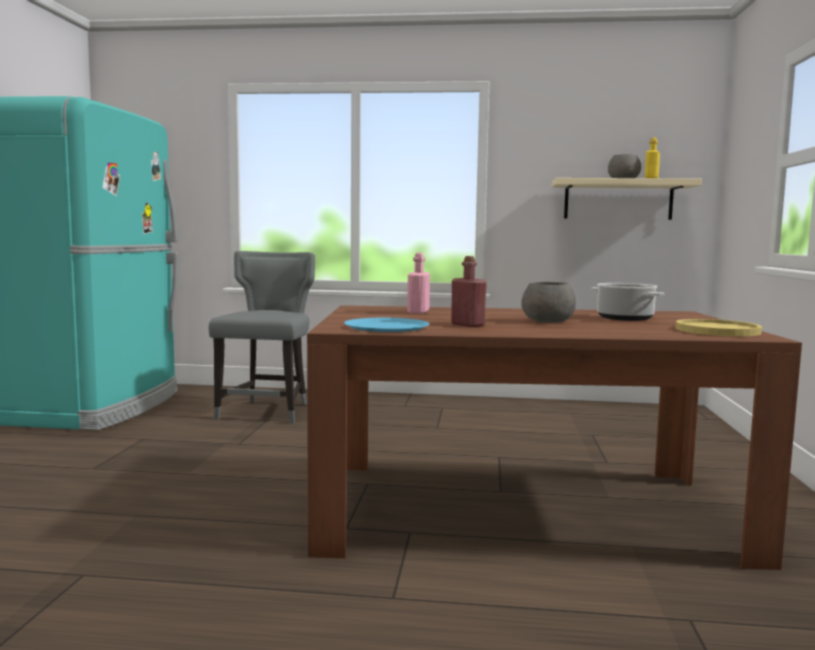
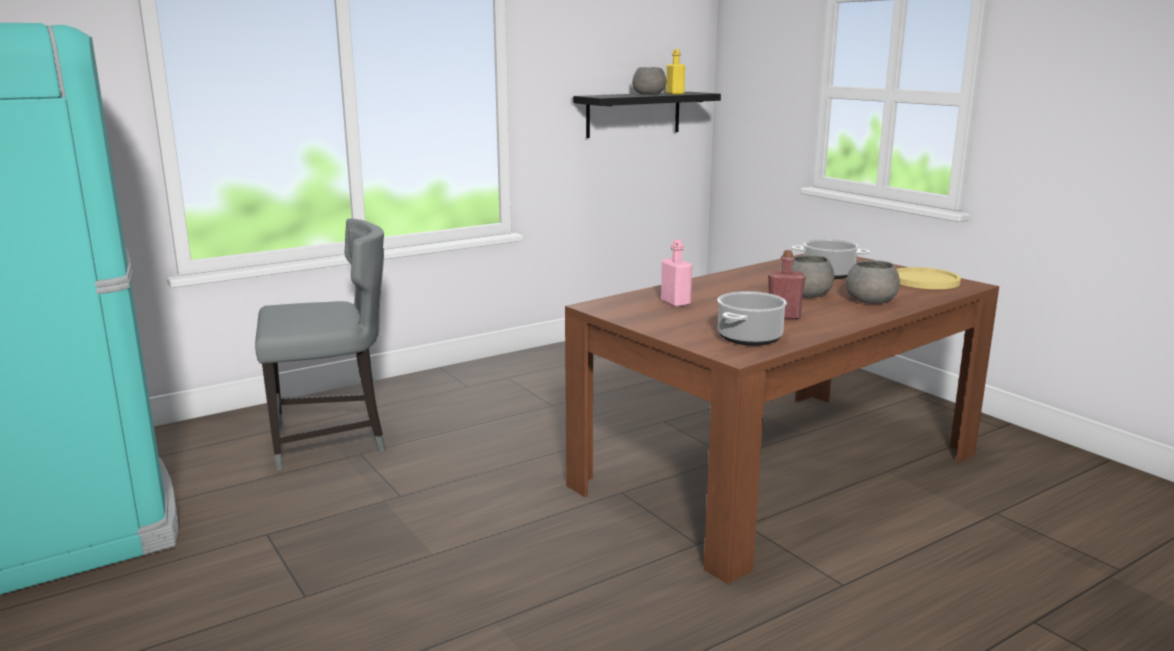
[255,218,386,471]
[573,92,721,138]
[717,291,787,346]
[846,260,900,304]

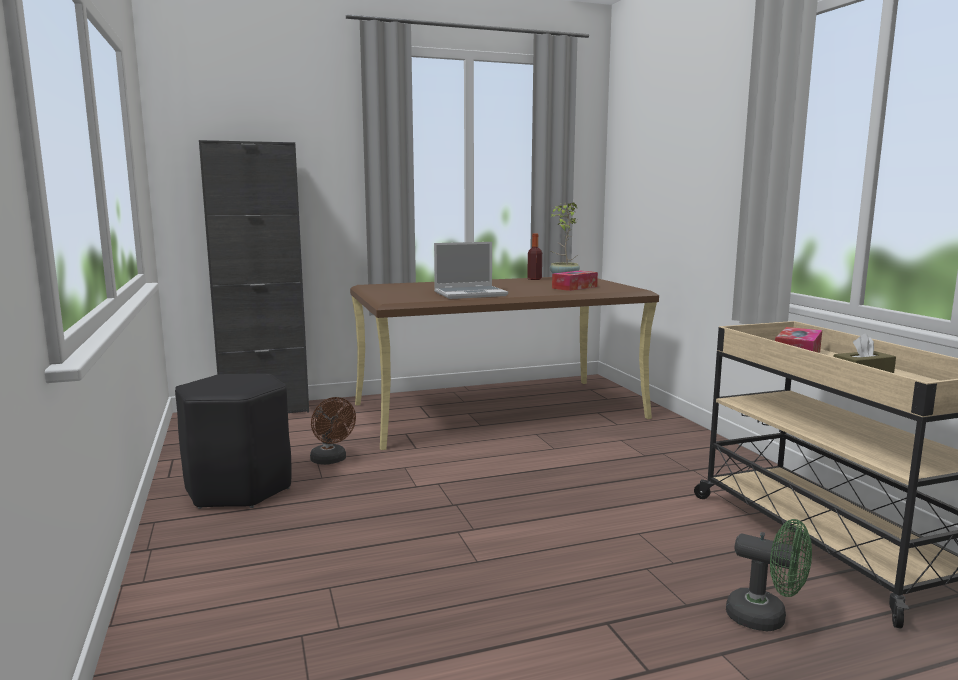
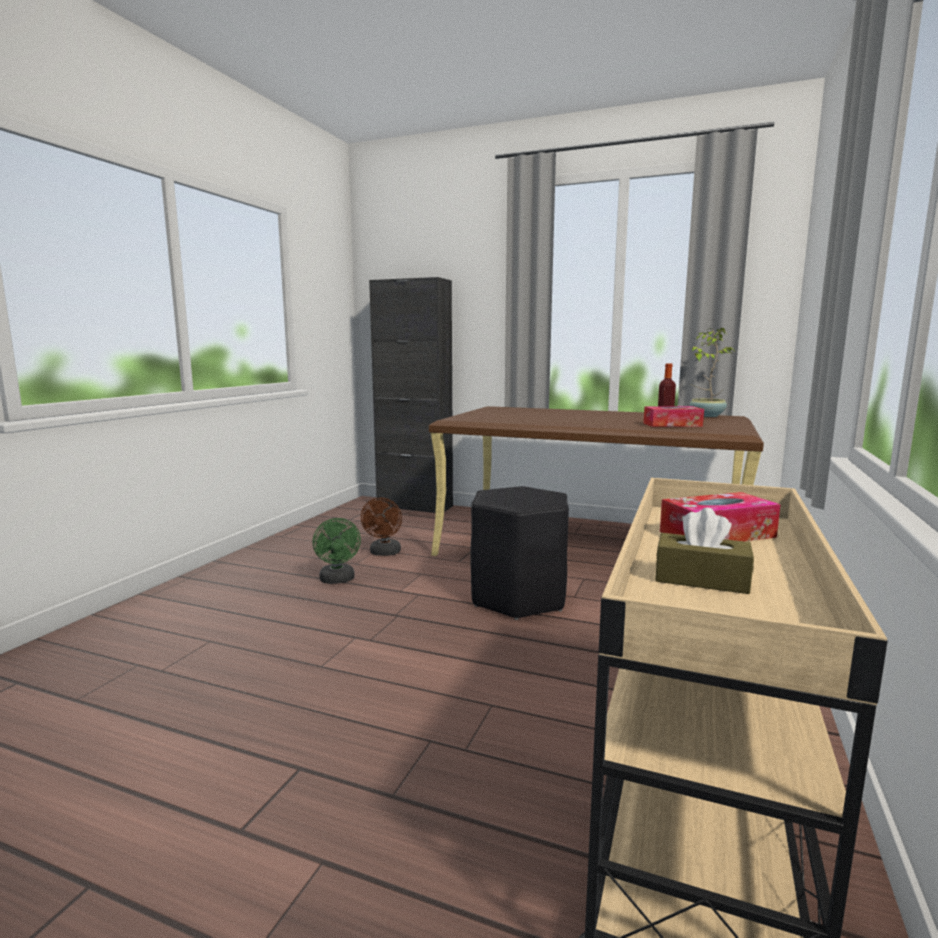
[313,518,361,584]
[470,486,569,620]
[434,242,508,299] (first image)

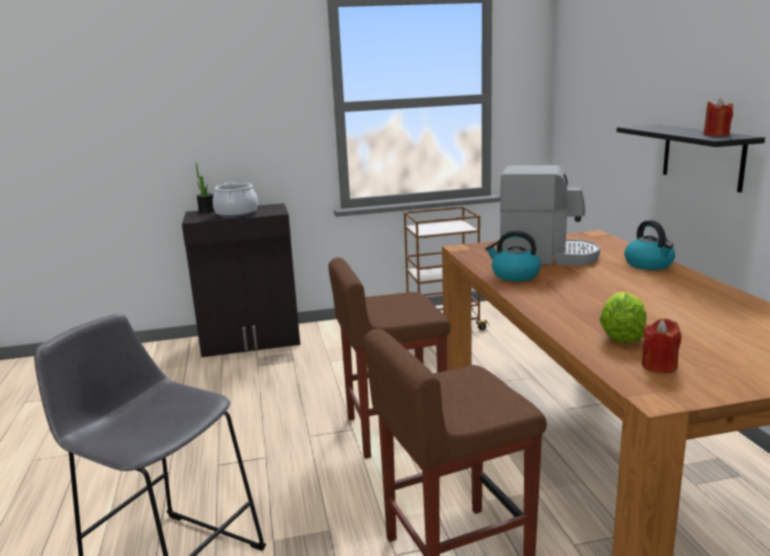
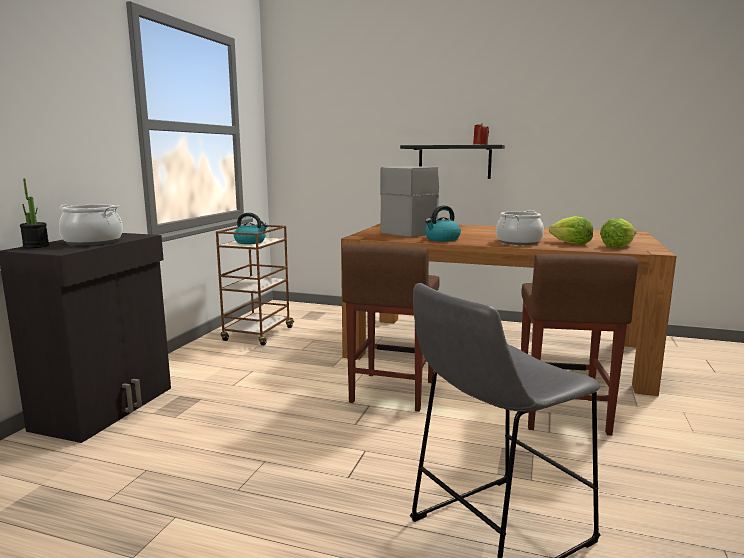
[234,213,268,244]
[496,210,544,245]
[600,218,636,248]

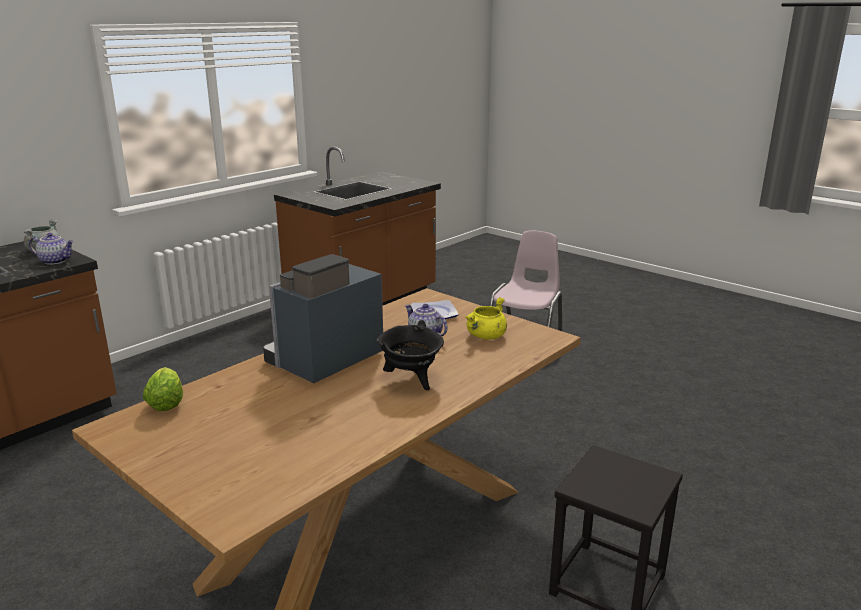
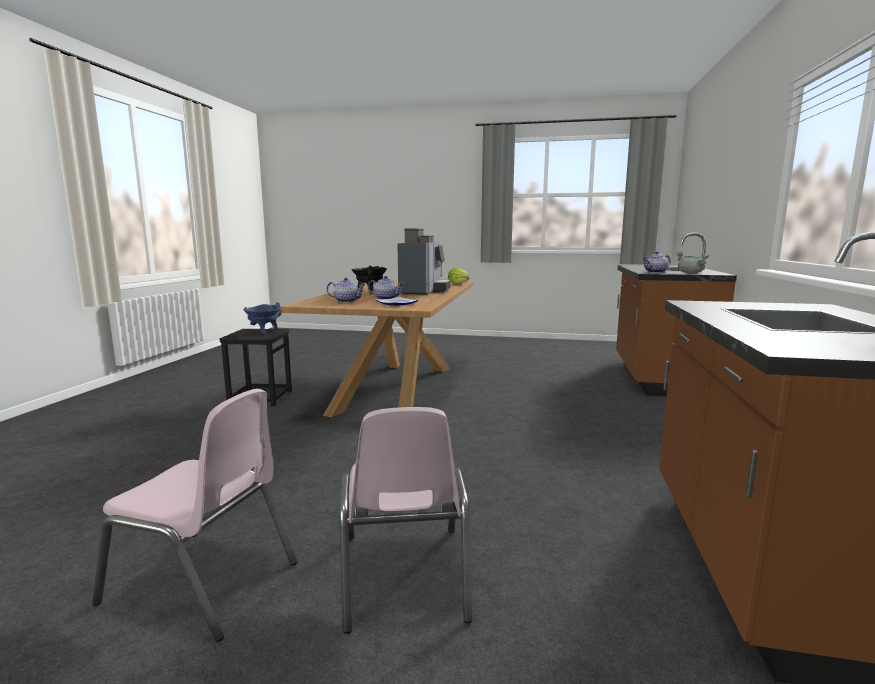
[92,389,298,642]
[243,302,282,334]
[327,278,366,303]

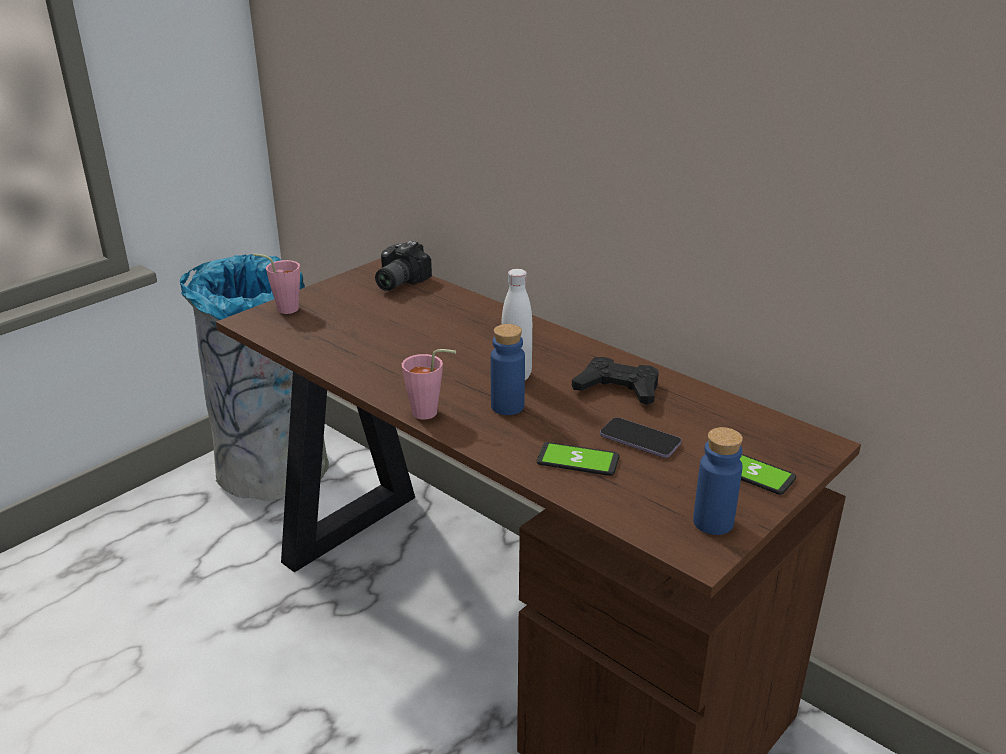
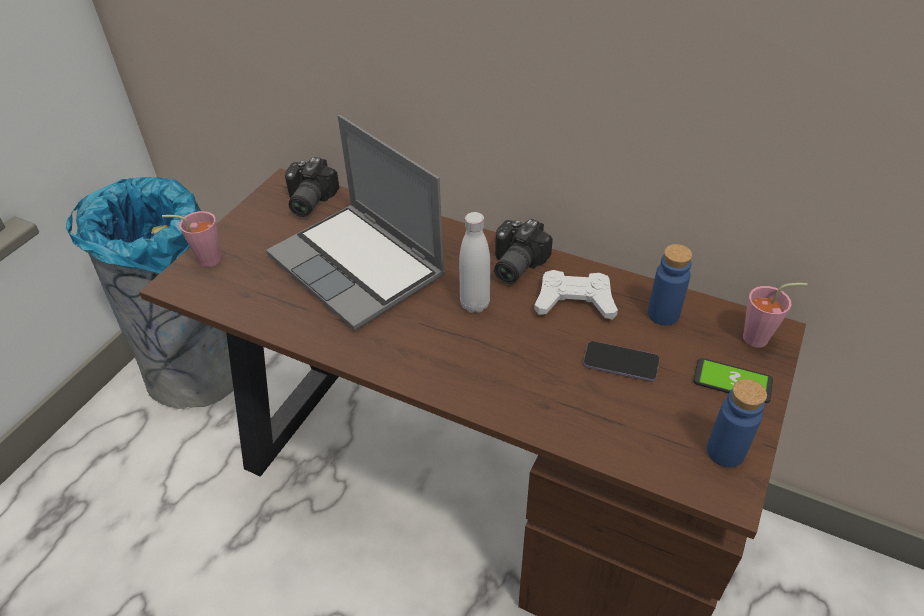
[266,115,445,331]
[494,219,553,284]
[534,270,618,320]
[648,244,693,325]
[743,283,808,348]
[537,442,619,476] (first image)

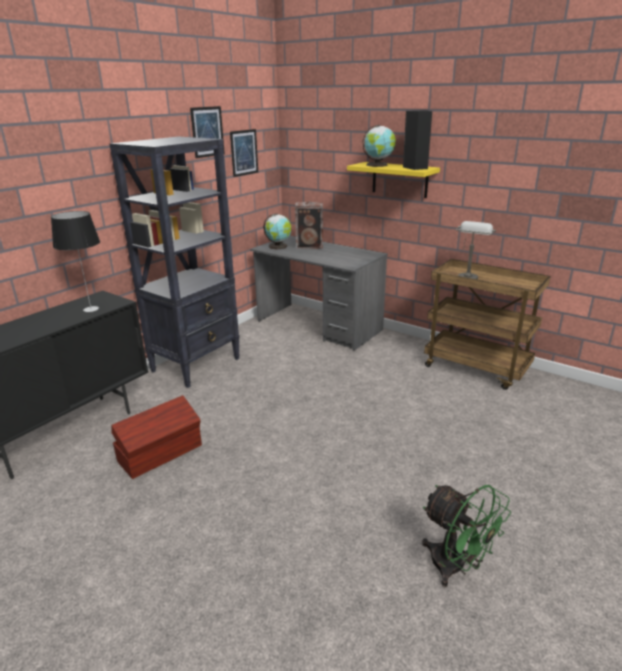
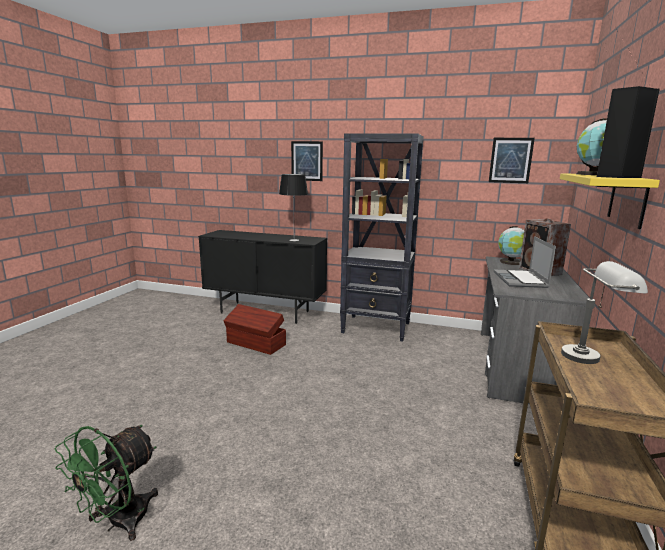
[291,141,323,181]
[494,236,556,288]

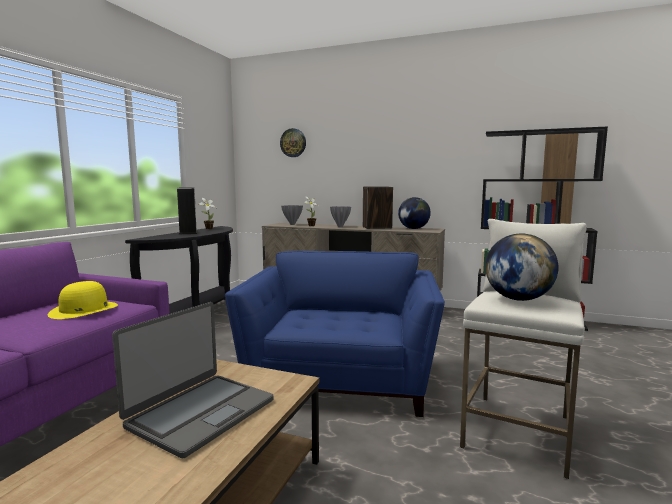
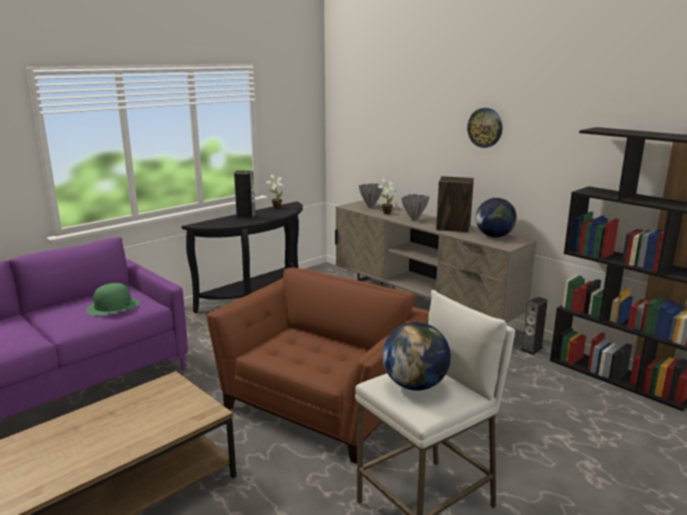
[86,283,140,316]
[207,268,429,464]
[467,108,502,148]
[521,297,548,355]
[112,302,274,458] (first image)

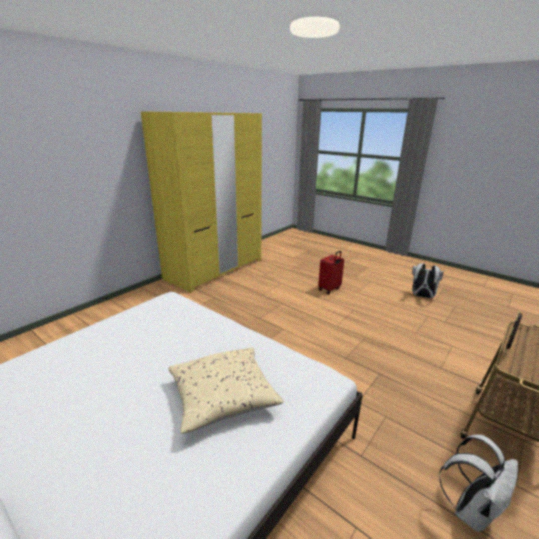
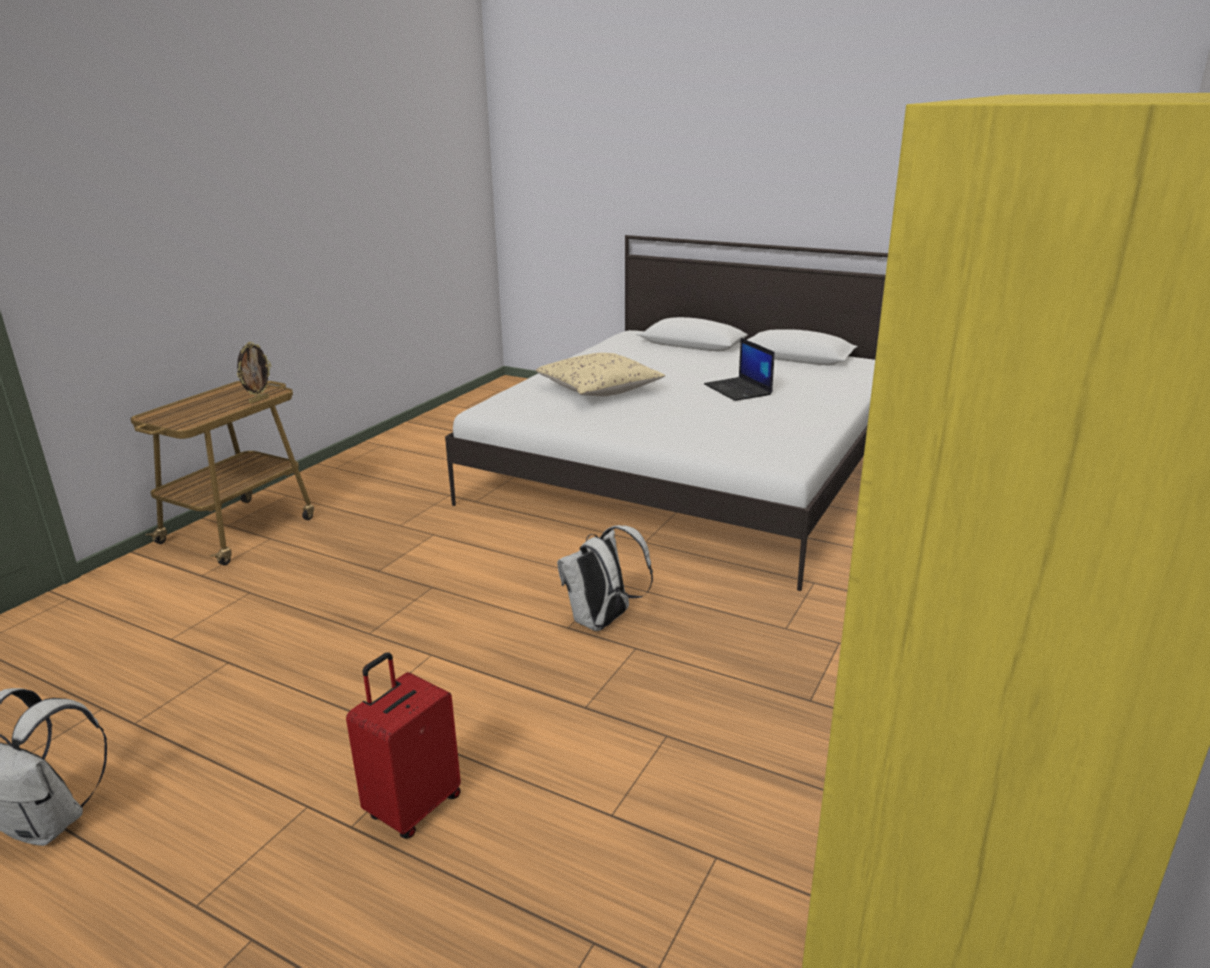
[557,525,653,631]
[704,338,775,401]

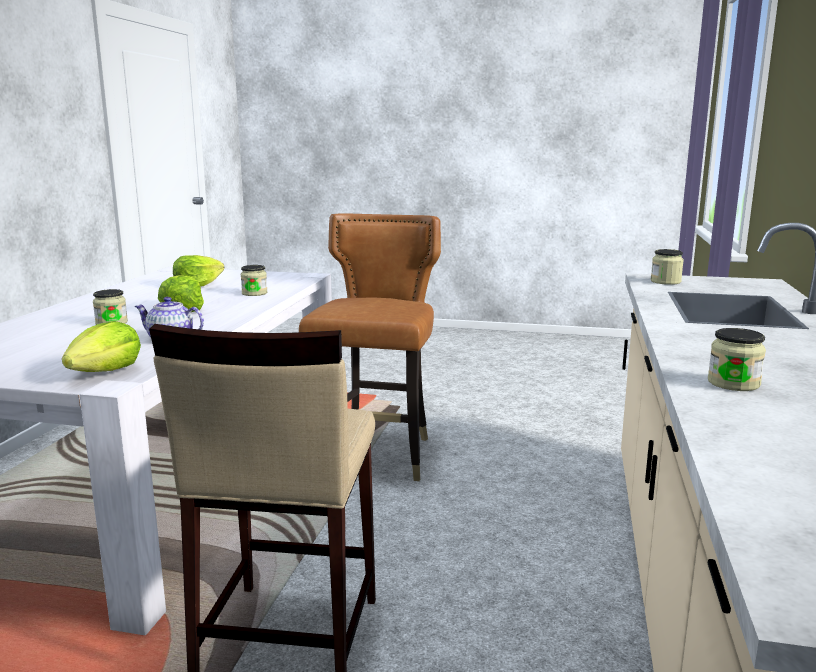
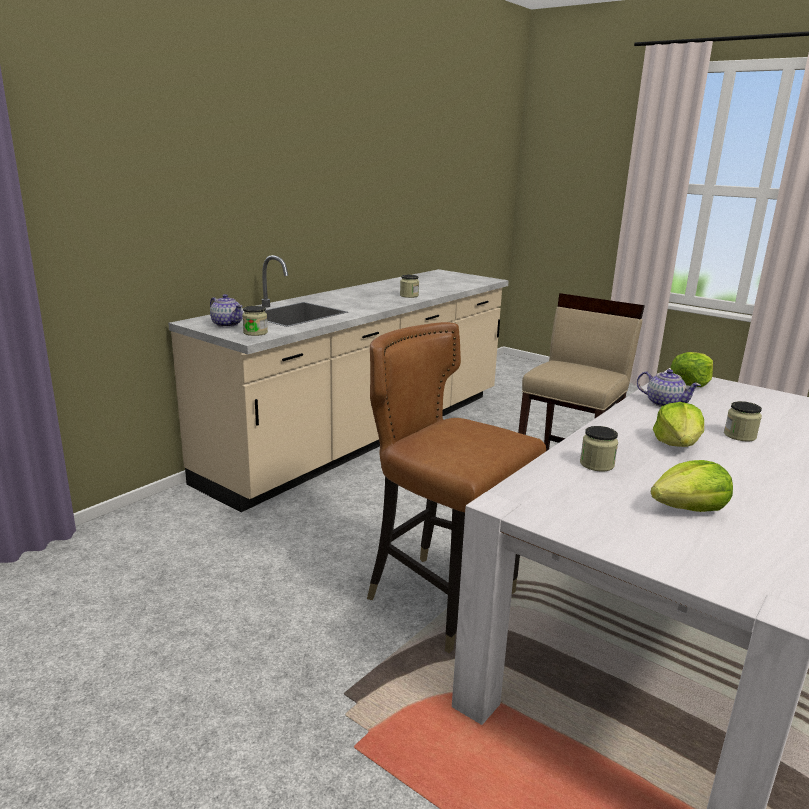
[210,294,243,327]
[367,322,546,653]

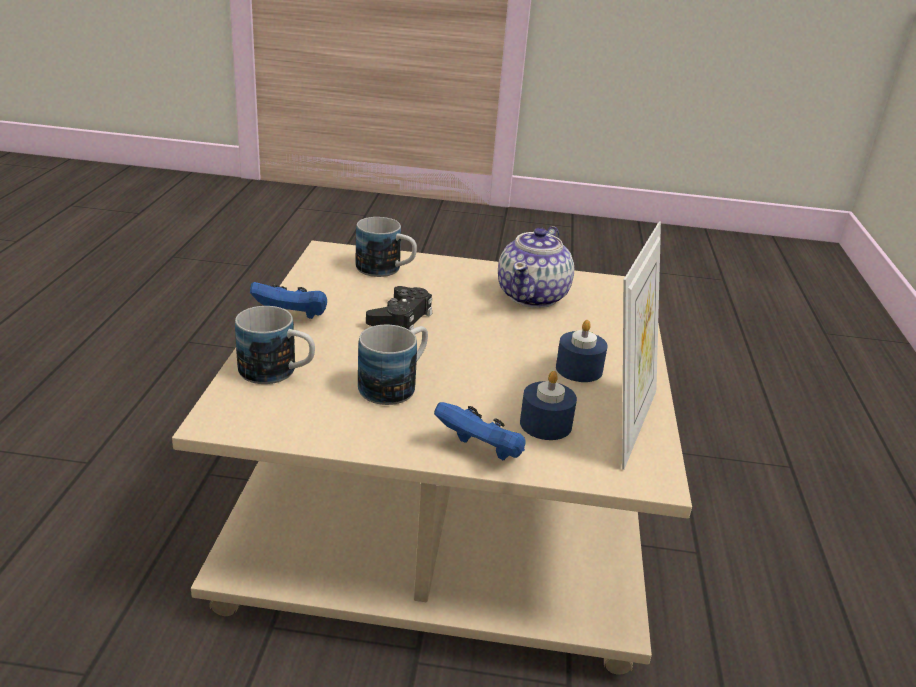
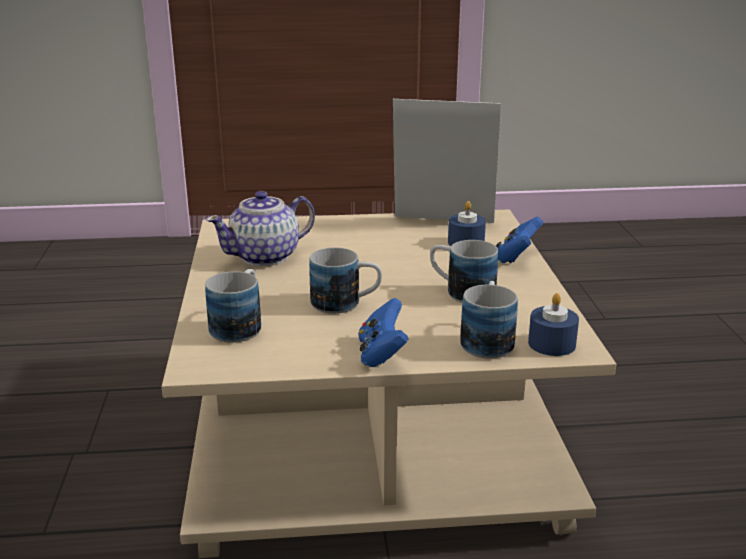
[206,191,315,266]
[309,247,382,314]
[528,293,579,356]

